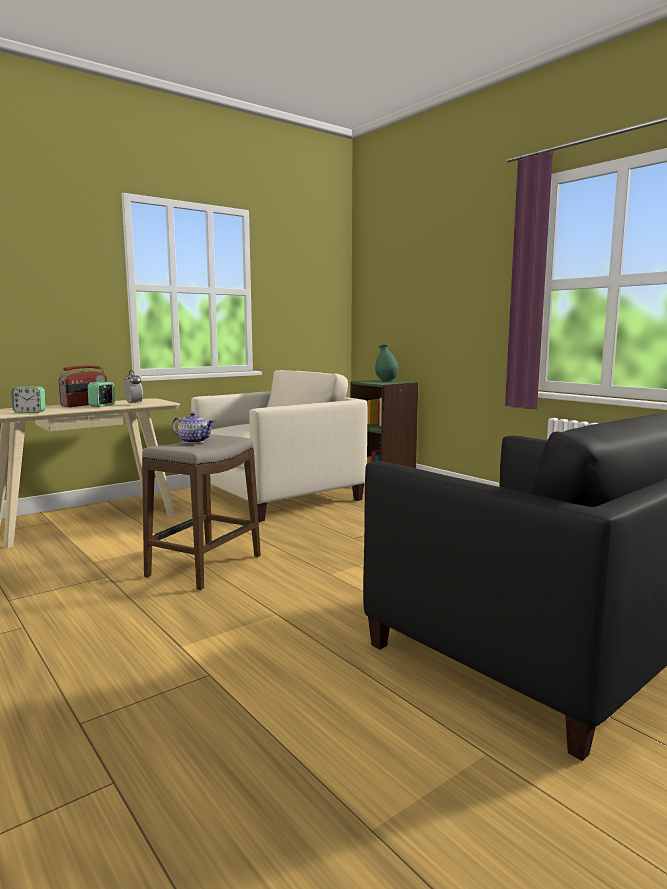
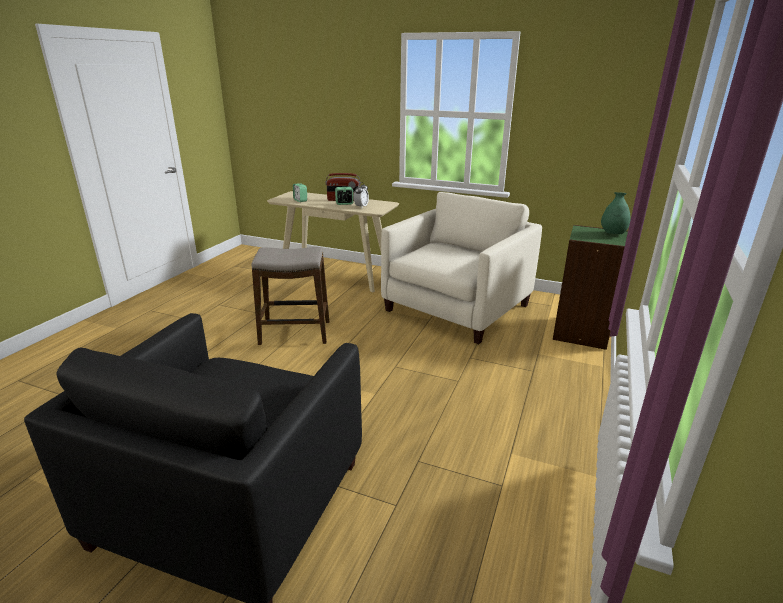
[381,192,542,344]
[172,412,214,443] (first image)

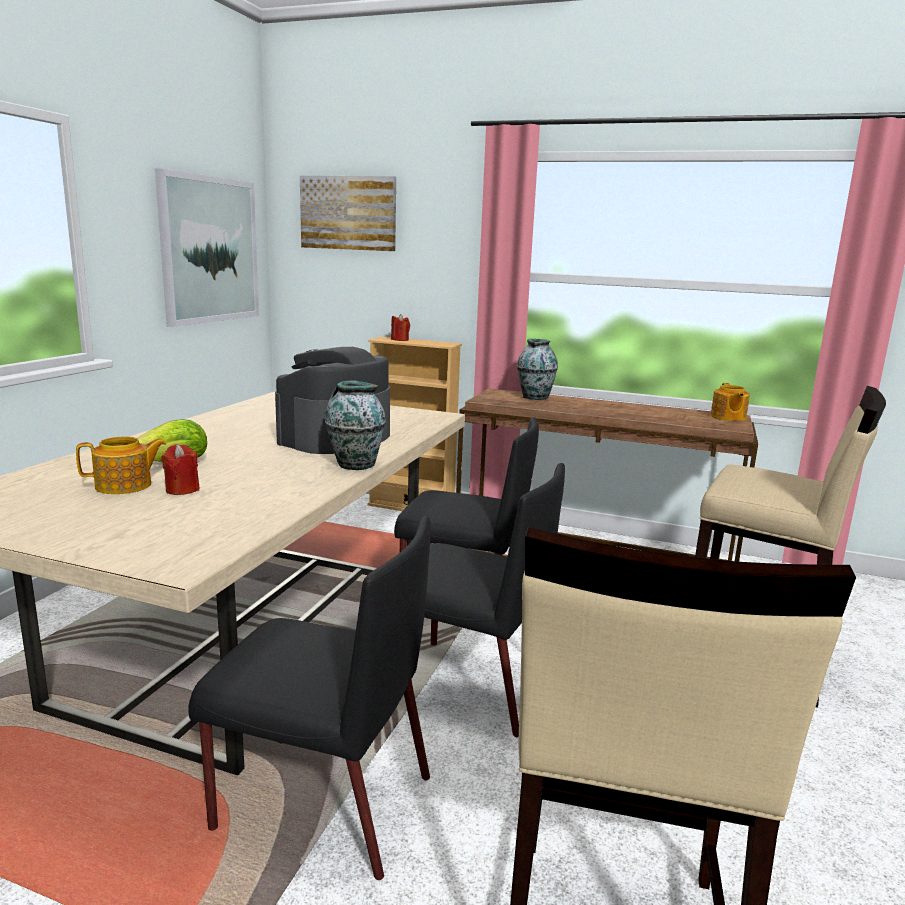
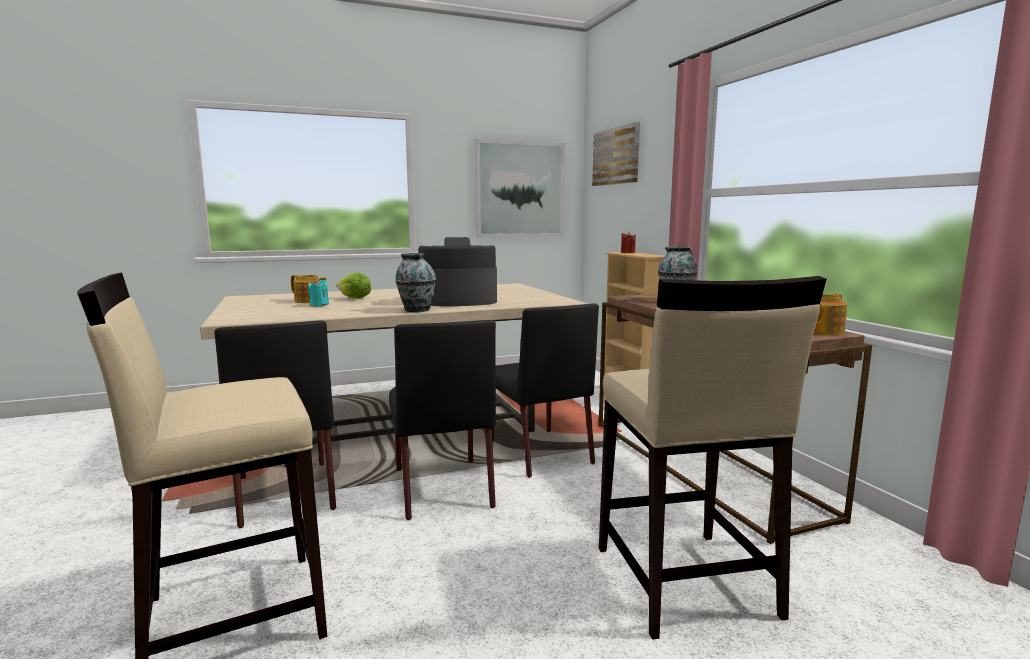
[308,279,329,306]

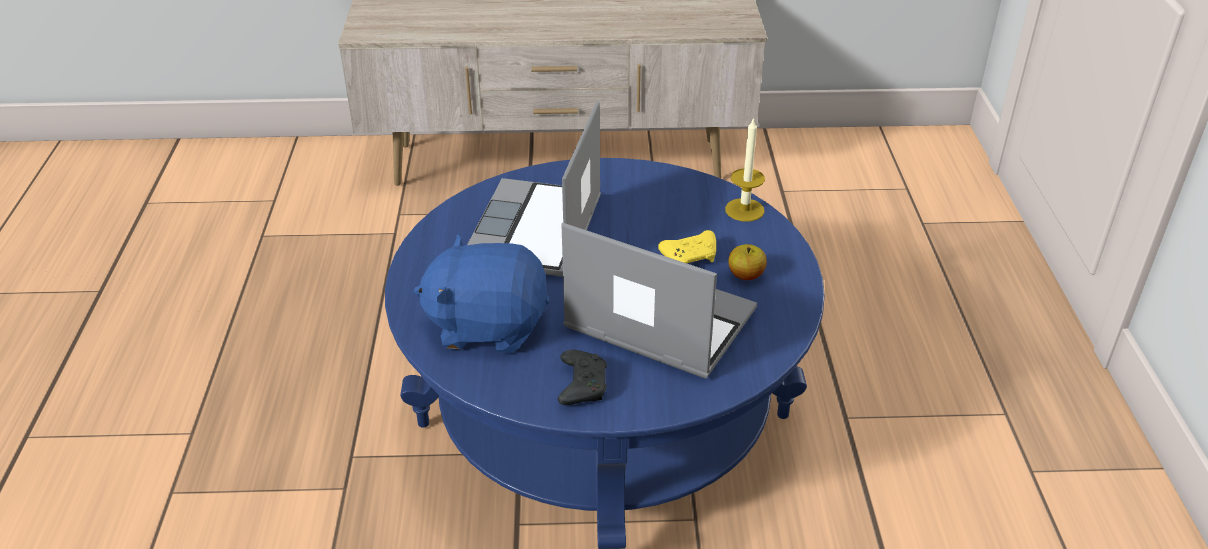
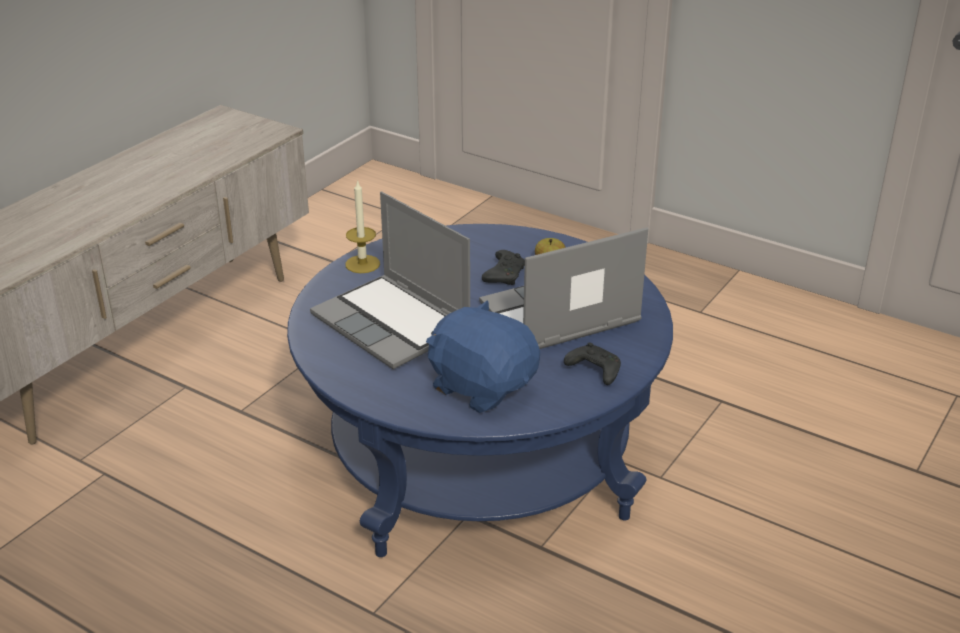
[345,180,380,273]
[426,300,540,413]
[482,250,525,285]

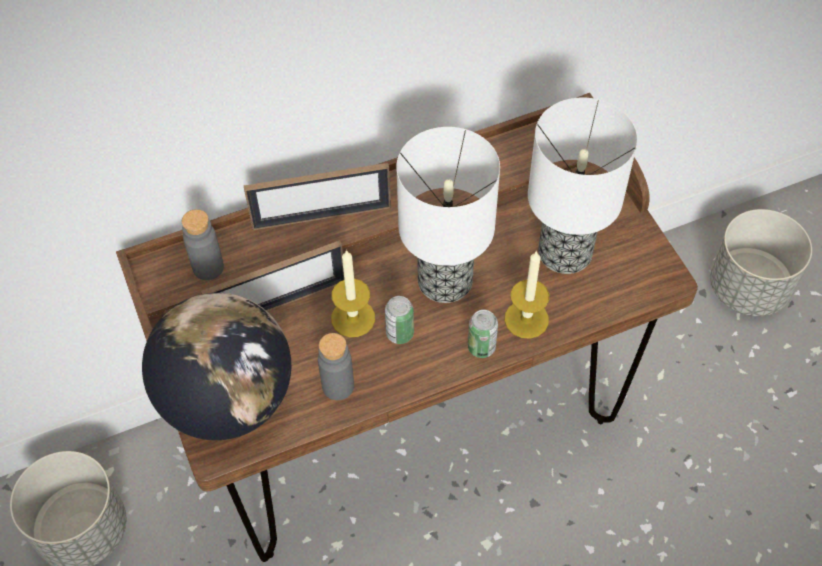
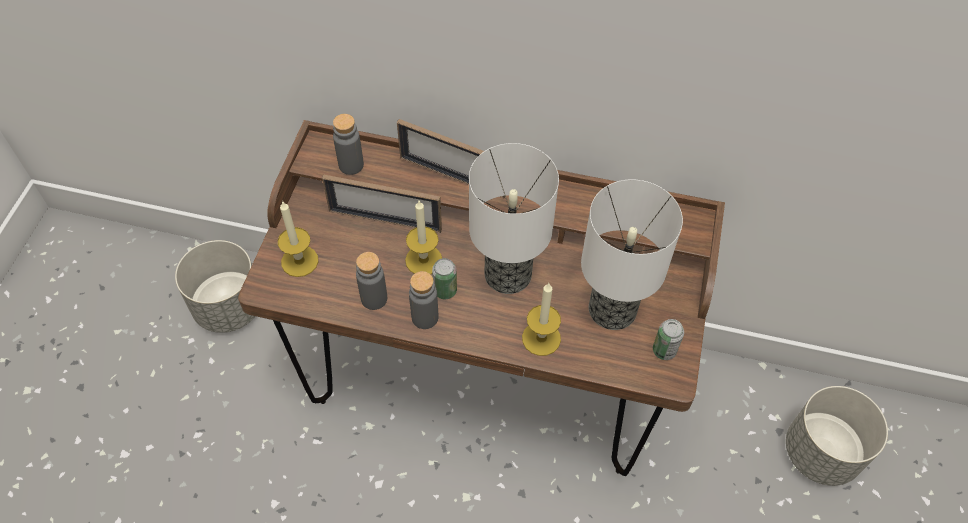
[278,201,318,277]
[409,271,438,329]
[653,319,684,360]

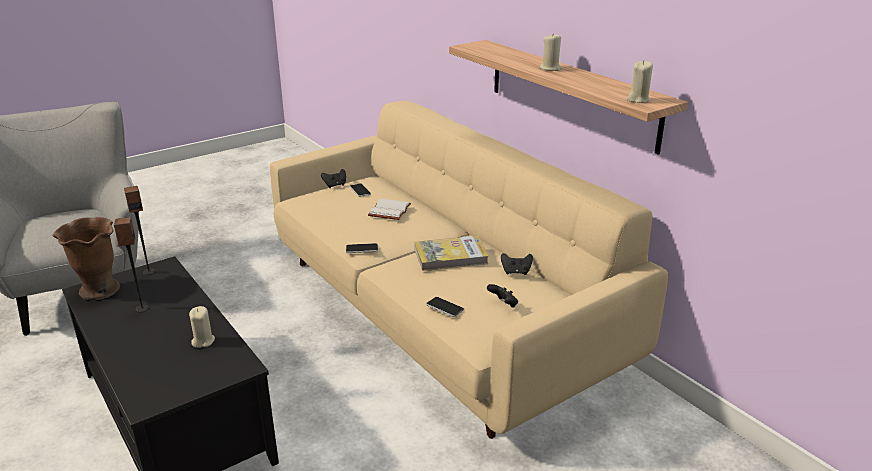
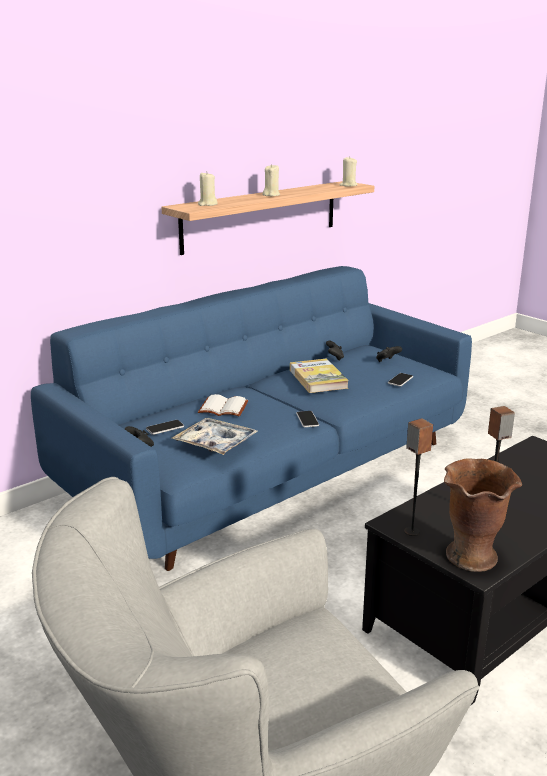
[31,266,472,571]
[172,418,258,455]
[198,171,218,206]

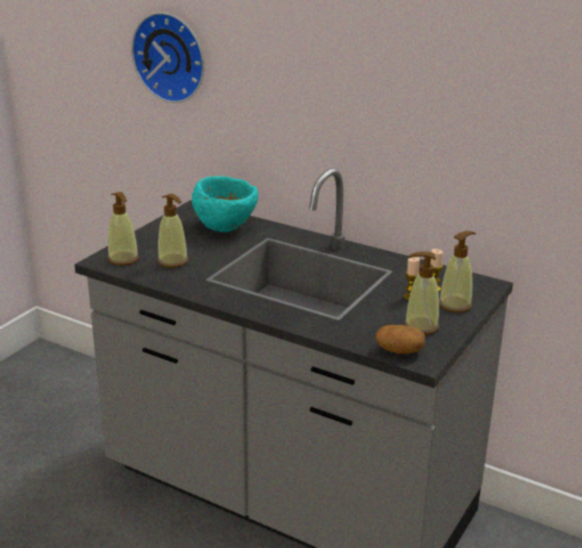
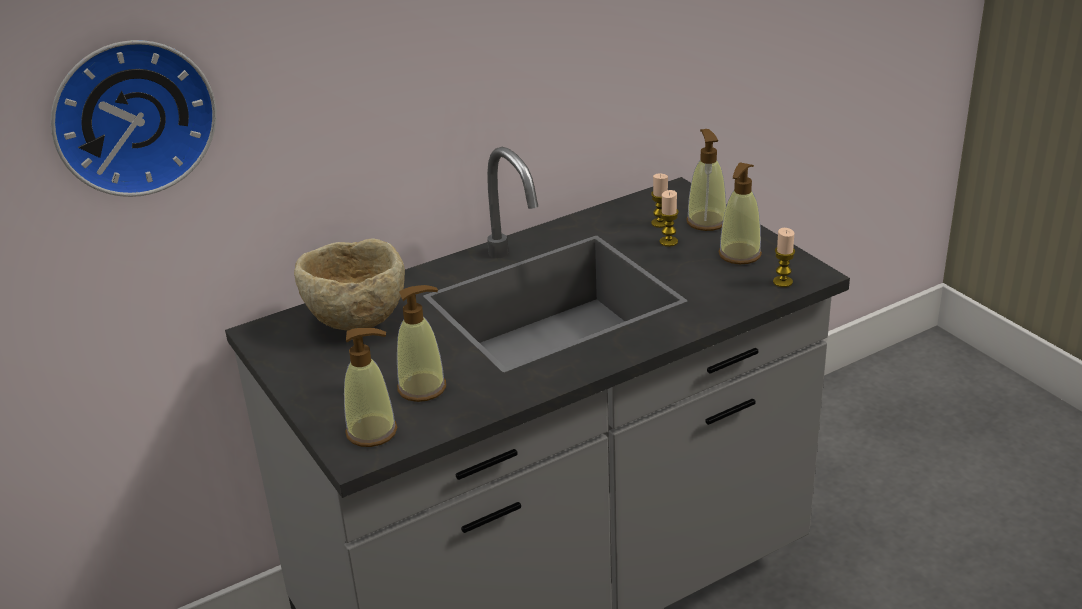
[294,238,405,331]
[773,228,795,287]

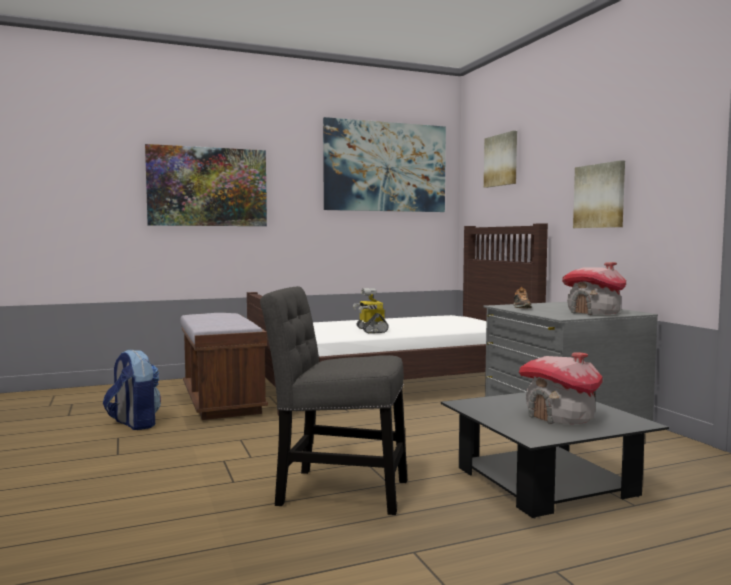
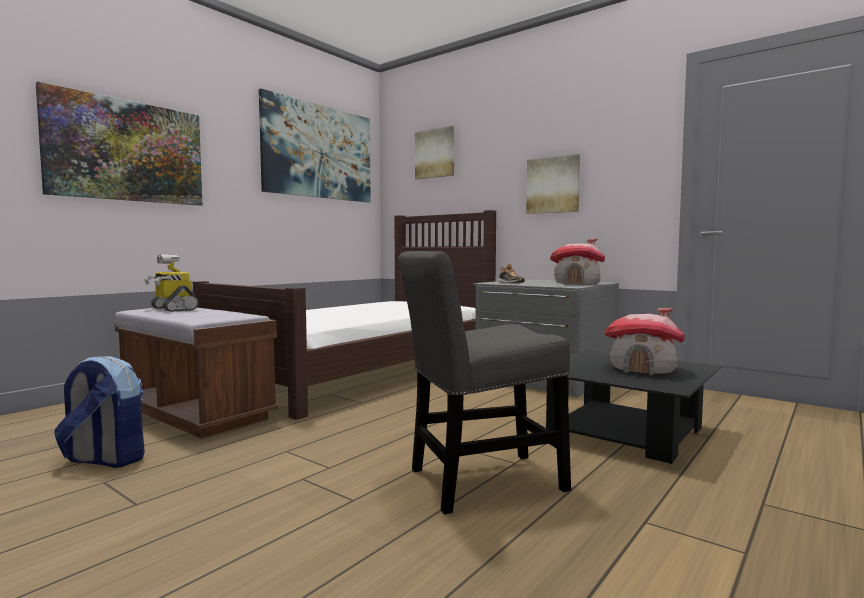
[144,254,199,312]

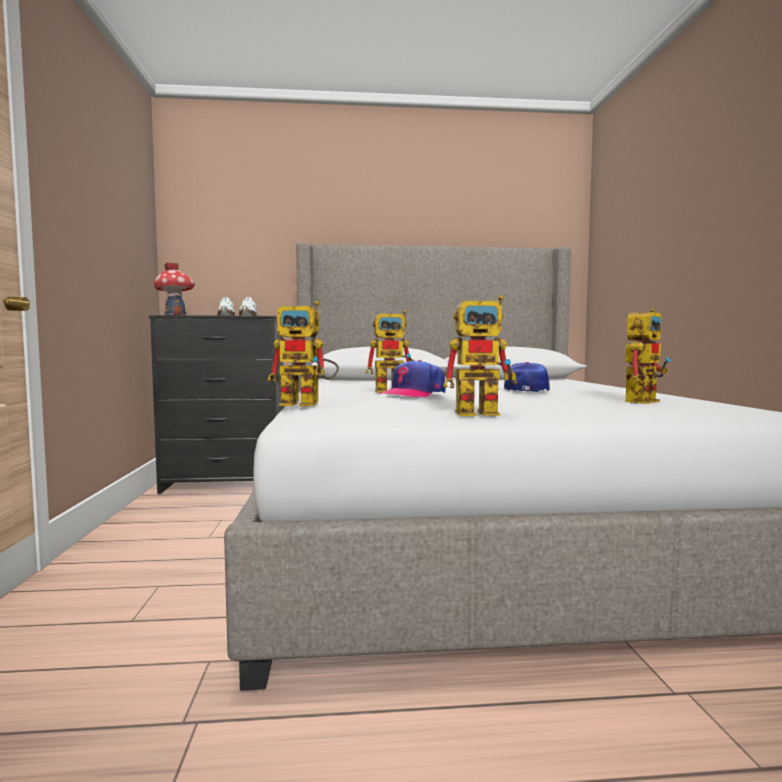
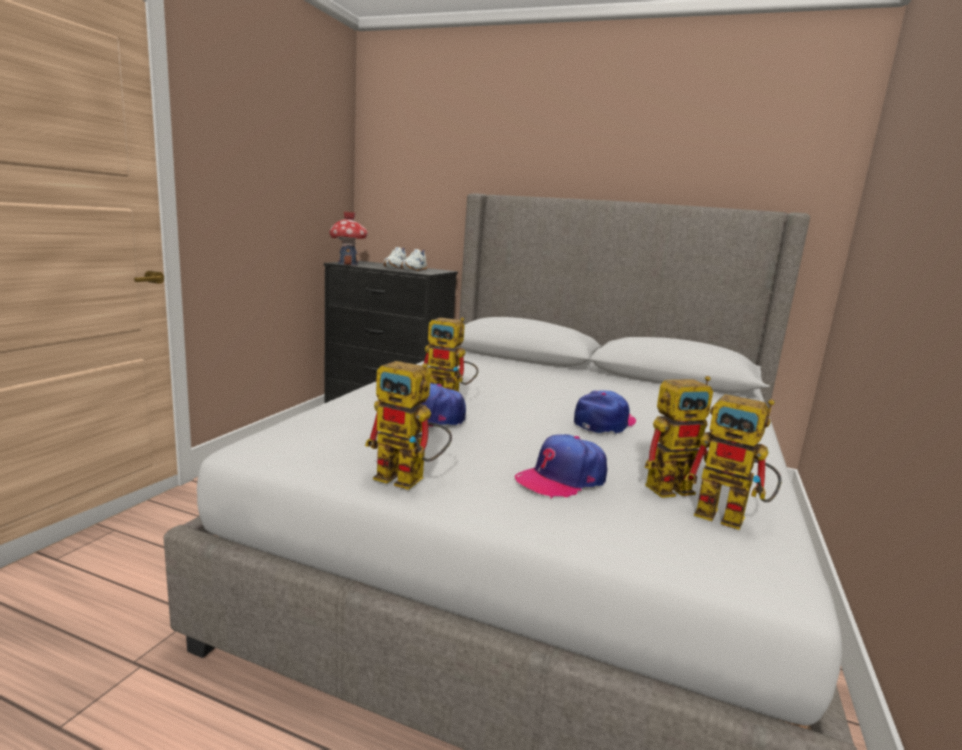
[515,434,607,498]
[684,394,782,530]

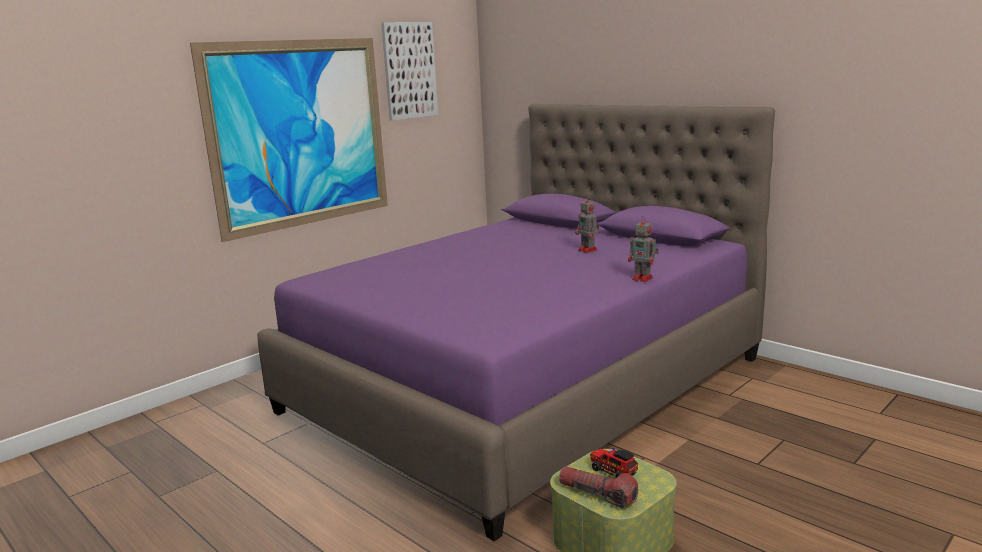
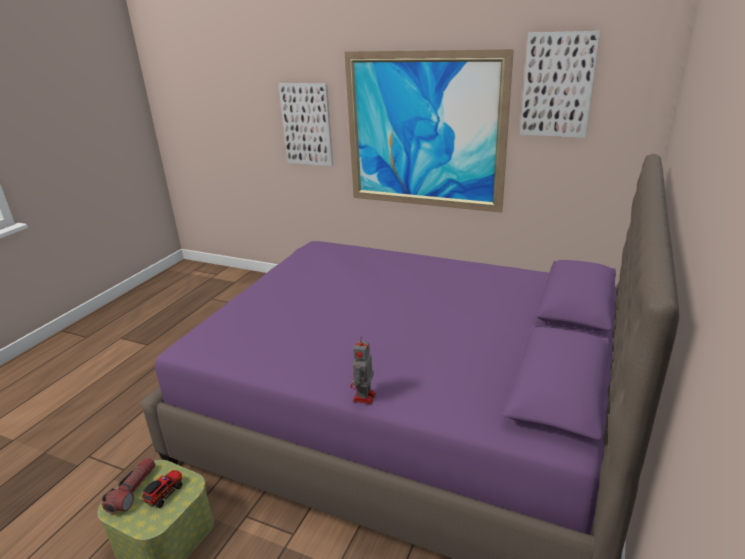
[278,83,333,166]
[575,195,599,253] (first image)

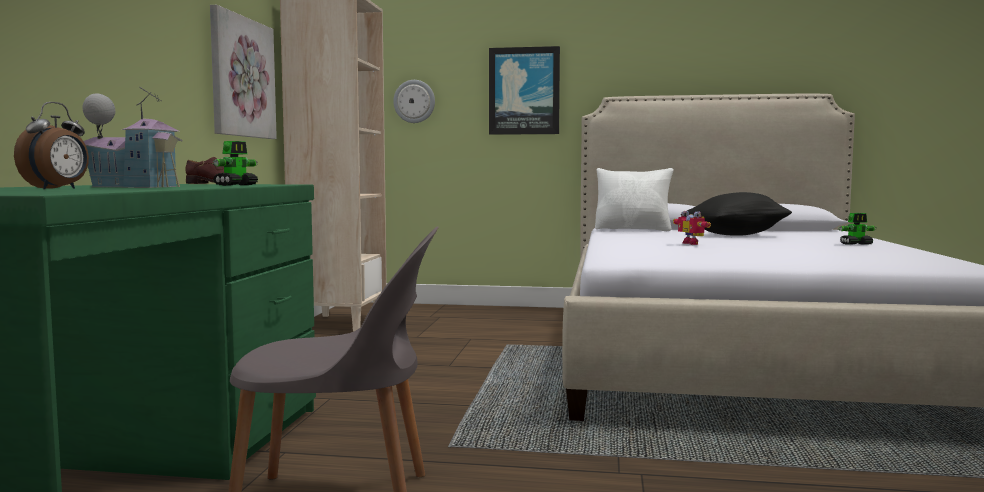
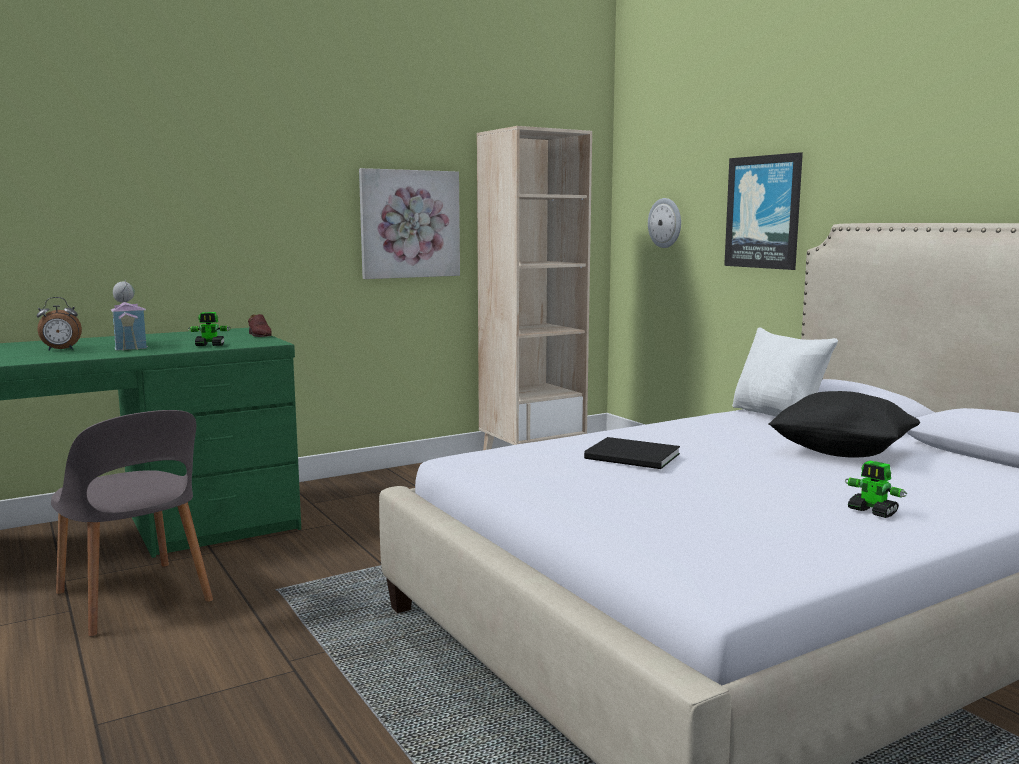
[584,437,680,469]

